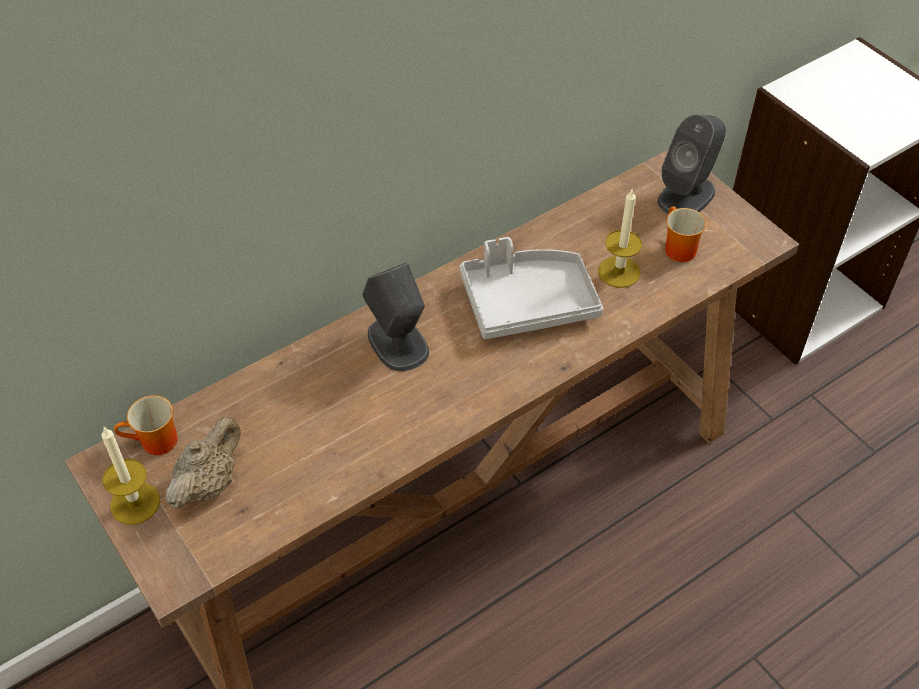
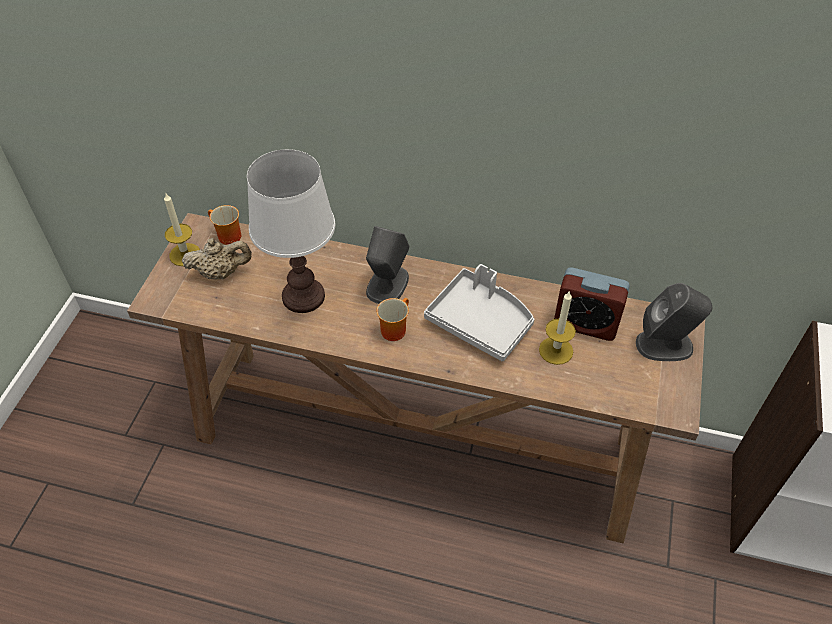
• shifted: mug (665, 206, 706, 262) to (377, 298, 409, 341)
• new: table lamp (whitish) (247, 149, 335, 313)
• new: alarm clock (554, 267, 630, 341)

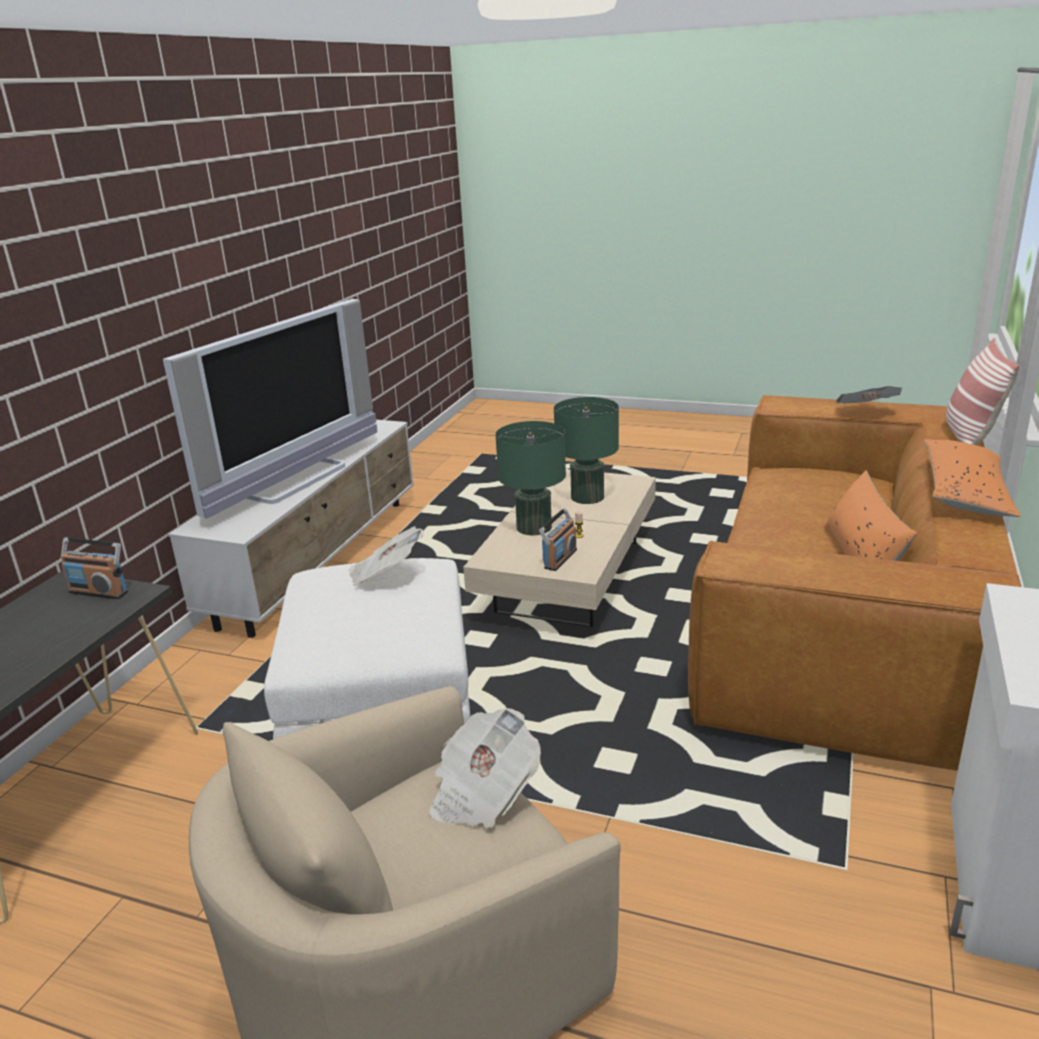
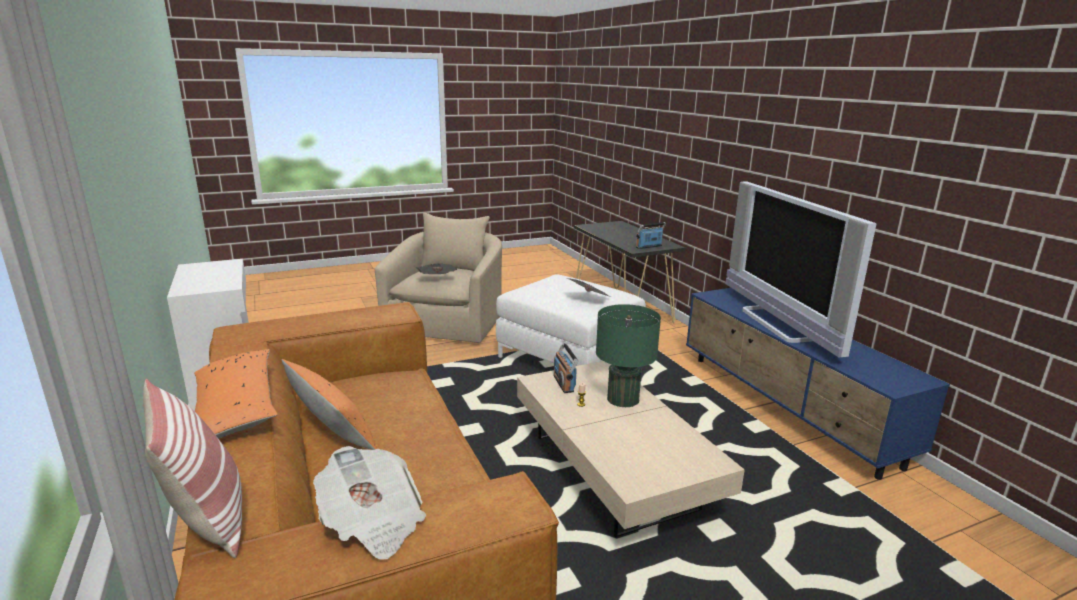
• repainted: tv unit (whitish) (169, 420, 414, 638) to tv unit (blue-coloured) (686, 288, 950, 480)
• gone: table lamp (green-coloured) (554, 397, 619, 504)

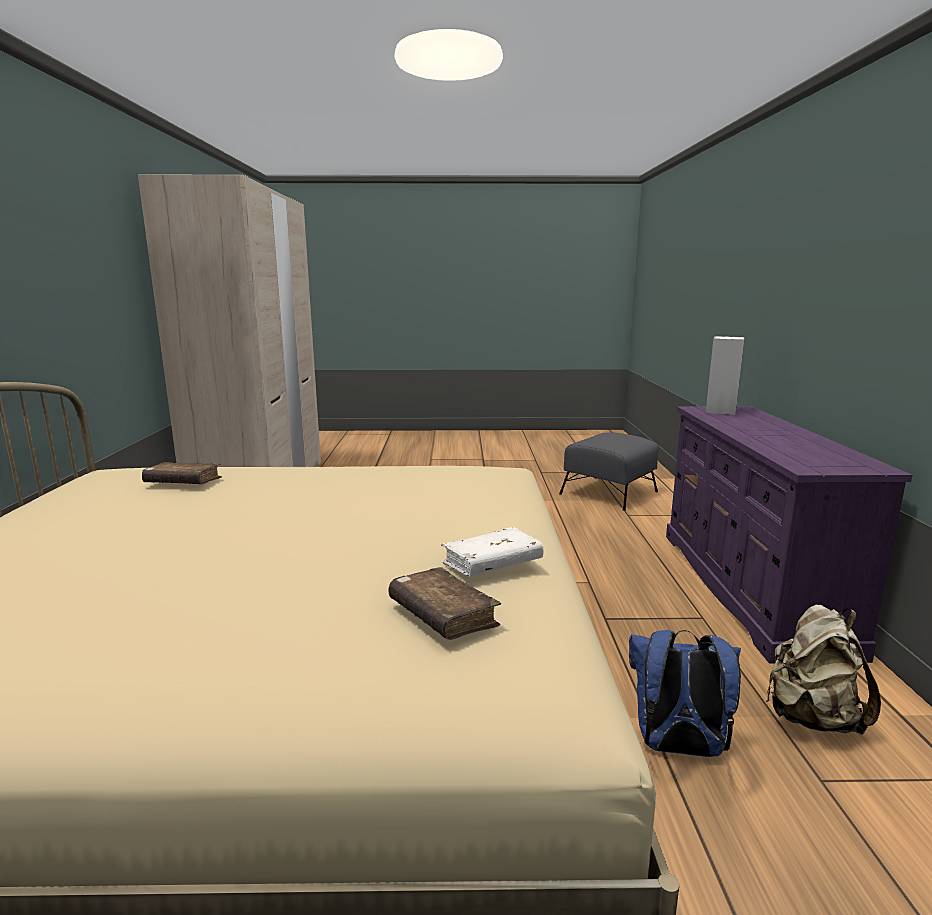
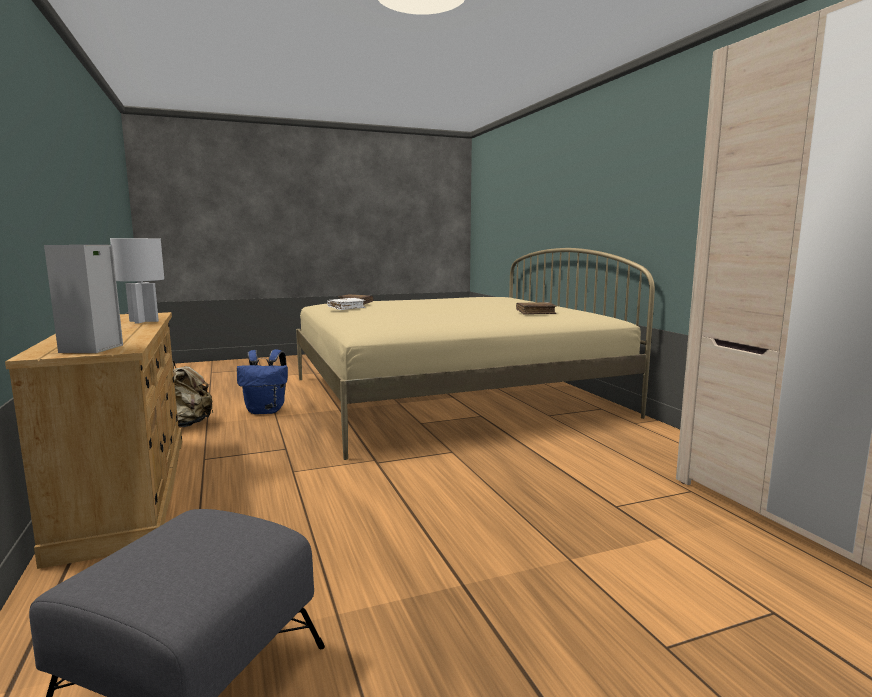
• repainted: dresser (purple) (666, 406, 912, 663) to dresser (sand-coloured) (5, 312, 182, 569)
• new: table lamp (whitish) (110, 238, 164, 323)

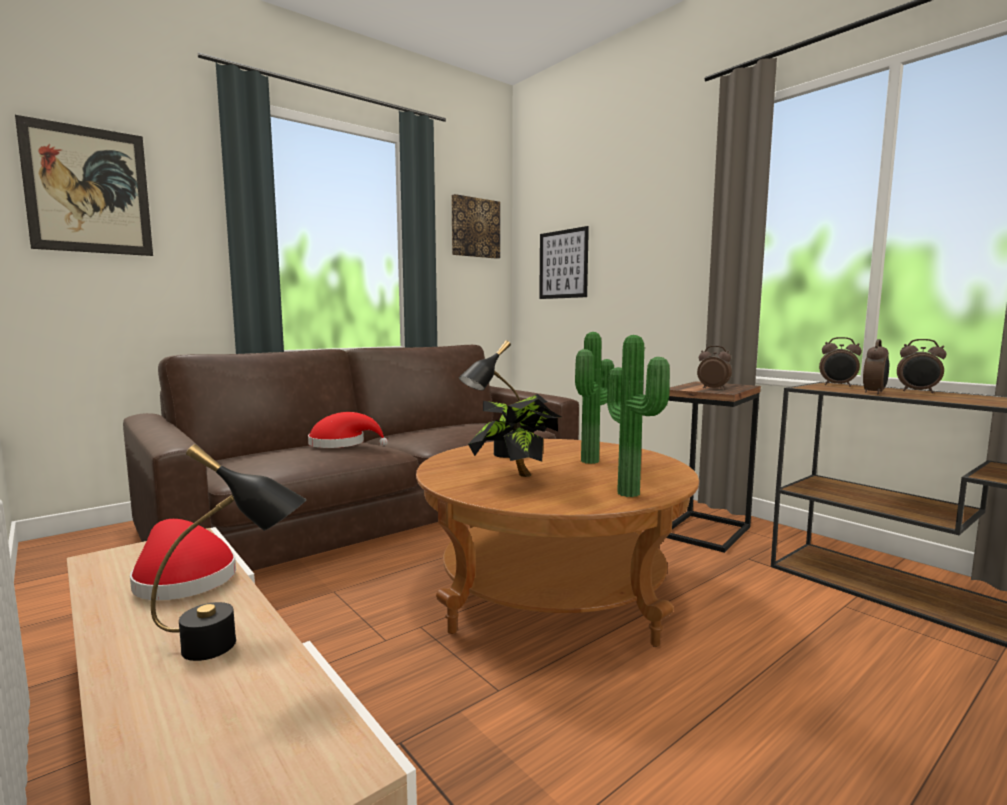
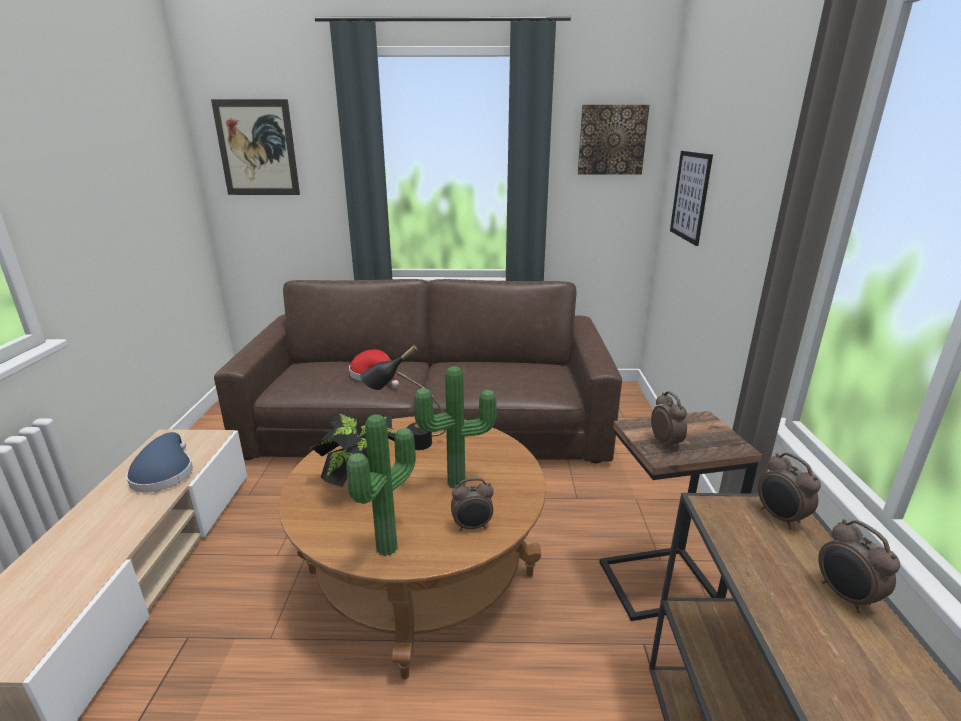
• repainted: clothing hat (red-coloured) (130, 519, 236, 600) to clothing hat (blue-coloured) (126, 432, 193, 492)
• gone: table lamp (blackish) (151, 444, 307, 661)
• shifted: alarm clock (863, 339, 889, 394) to (451, 478, 494, 531)

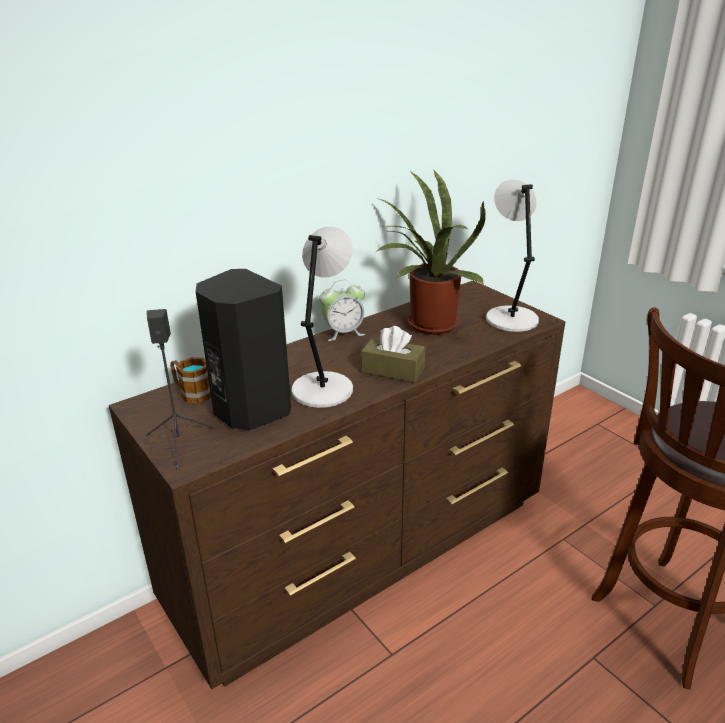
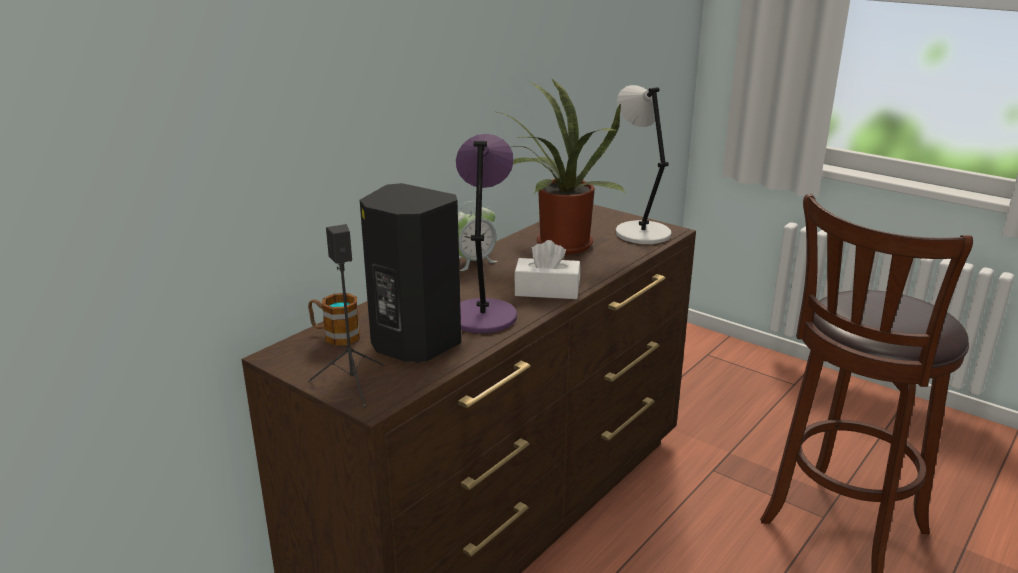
• repainted: table lamp (grey) (292, 227, 353, 408) to table lamp (purple) (456, 134, 517, 333)
• repainted: tissue holder (brownish) (361, 326, 426, 382) to tissue holder (whitish) (514, 240, 580, 299)

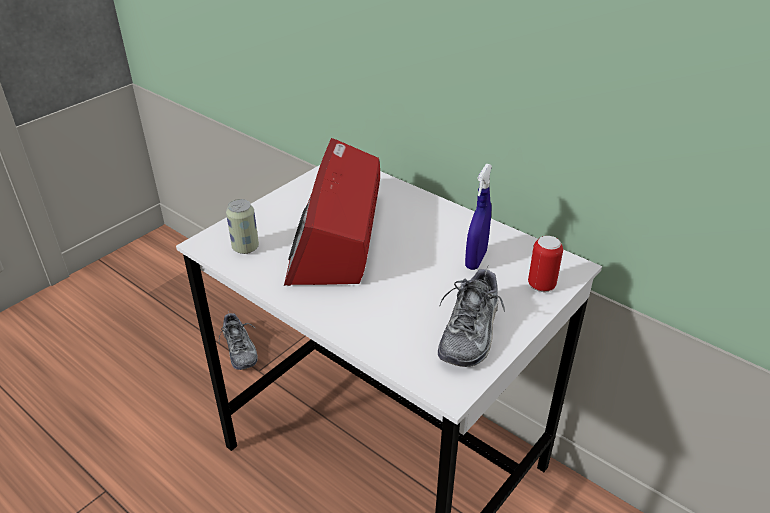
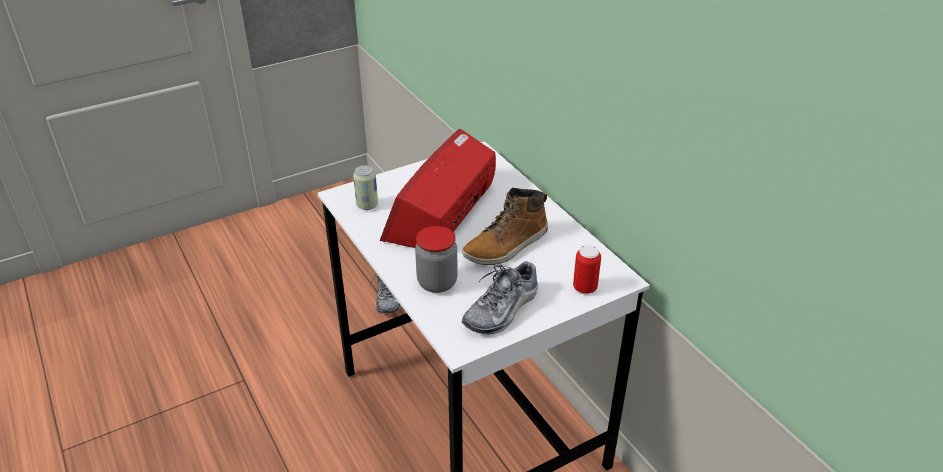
• gone: sprayer (blue-coloured) (465, 164, 492, 270)
• new: storage jar (415, 226, 458, 293)
• new: high-top boot (462, 188, 548, 265)

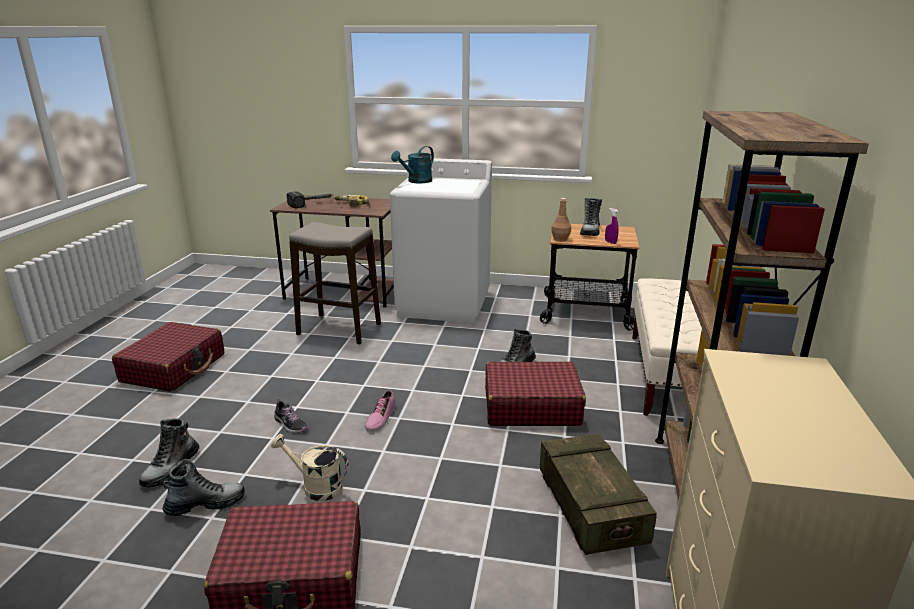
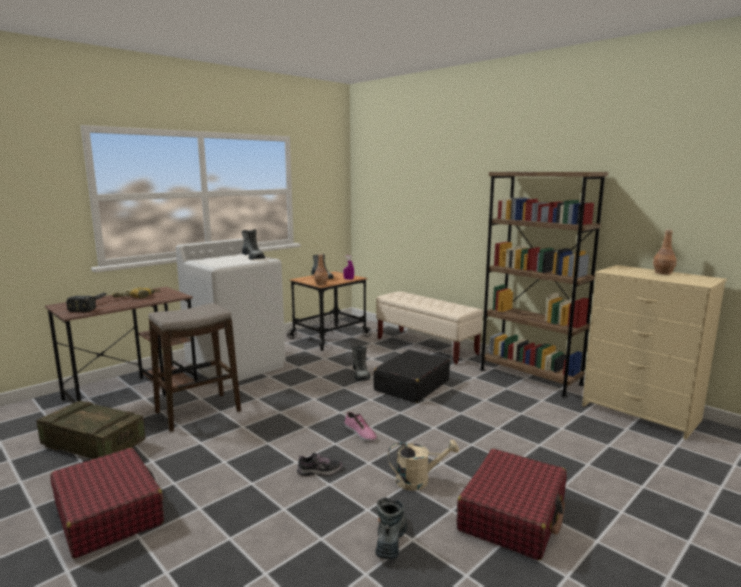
• shifted: high-top boot (139, 418, 199, 487) to (242, 229, 265, 260)
• rotated: watering can (sand-coloured) (271, 434, 349, 501) = (388, 439, 459, 491) 150 degrees counterclockwise
• gone: watering can (turquoise-coloured) (391, 146, 434, 183)
• repainted: travel case (red-coloured) (485, 362, 586, 426) to travel case (blackish) (374, 350, 450, 403)
• shifted: shipping crate (540, 434, 657, 555) to (37, 401, 145, 459)
• new: bottle (brownish) (653, 229, 677, 275)

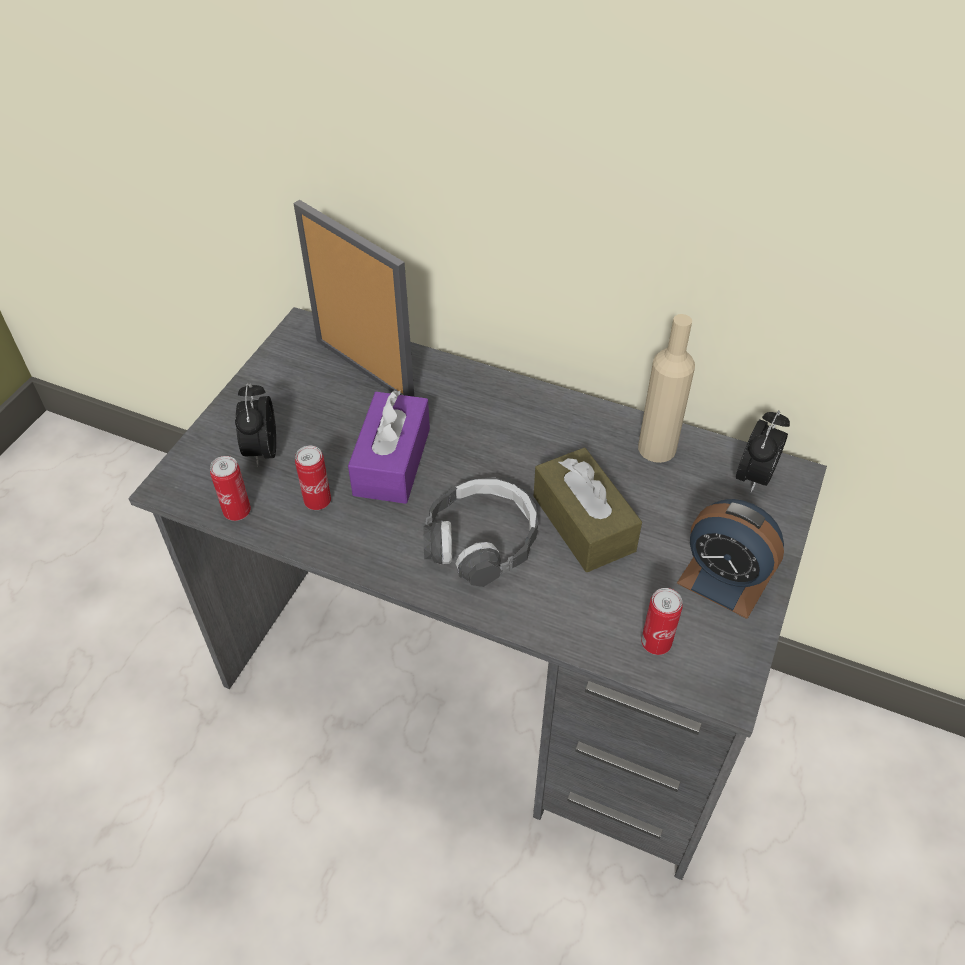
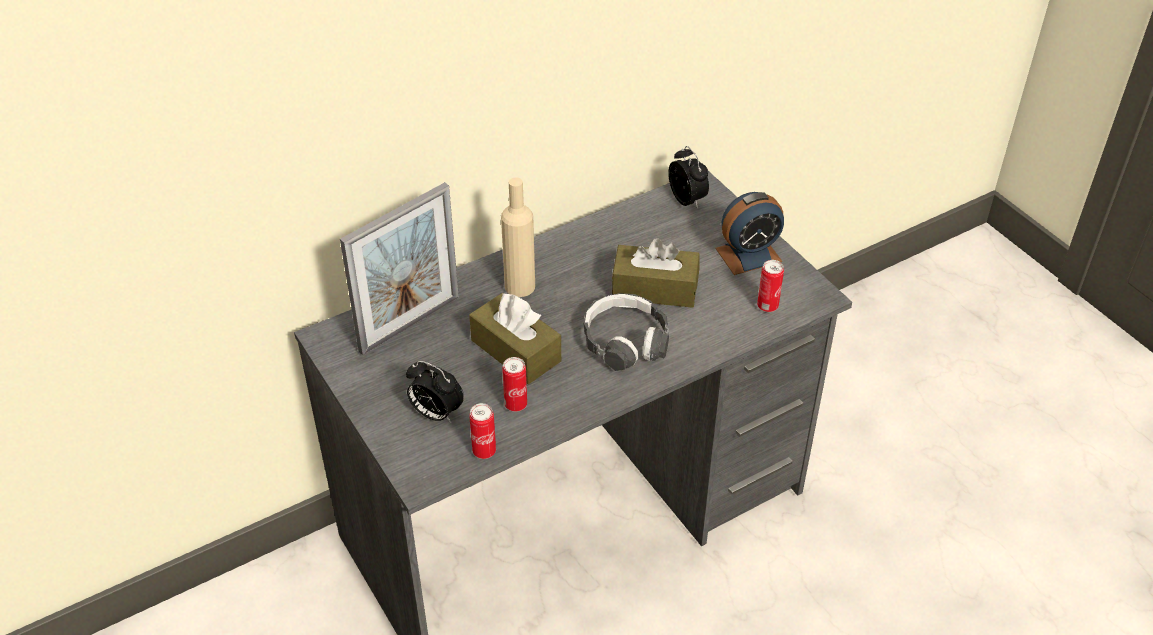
• rotated: picture frame (294, 200, 414, 397) = (340, 182, 459, 355) 150 degrees clockwise
• repainted: tissue holder (purple) (348, 390, 430, 504) to tissue holder (brownish) (469, 293, 561, 384)
• shifted: bottle (sand-coloured) (638, 314, 695, 463) to (501, 177, 535, 297)

